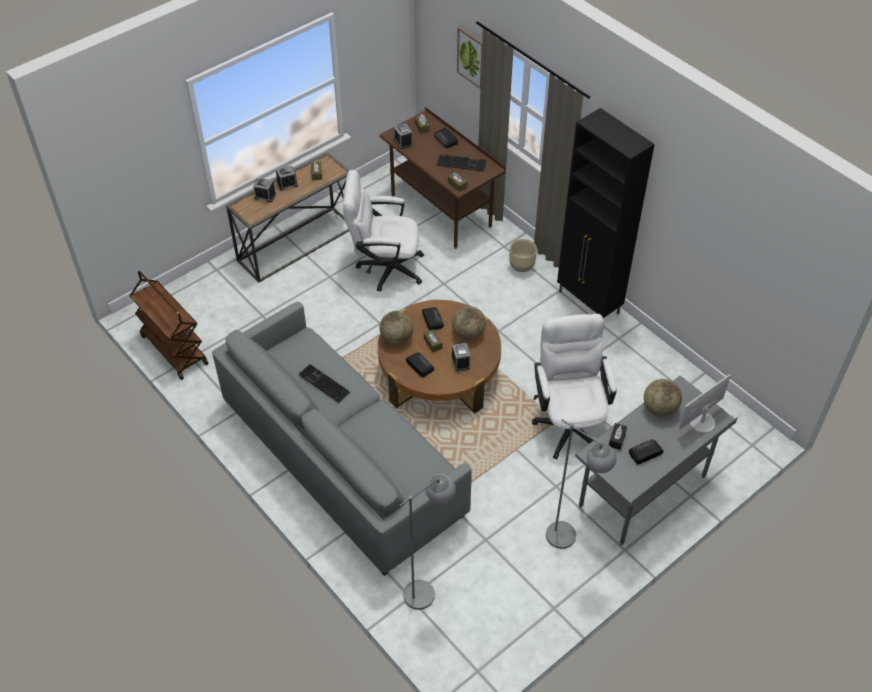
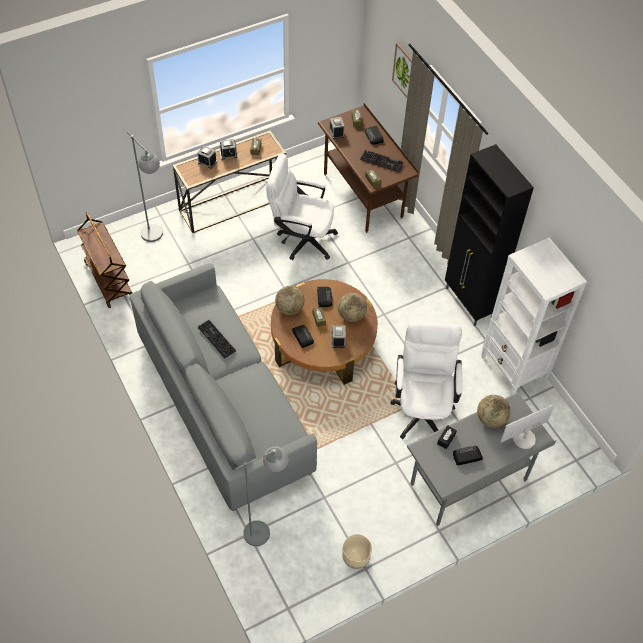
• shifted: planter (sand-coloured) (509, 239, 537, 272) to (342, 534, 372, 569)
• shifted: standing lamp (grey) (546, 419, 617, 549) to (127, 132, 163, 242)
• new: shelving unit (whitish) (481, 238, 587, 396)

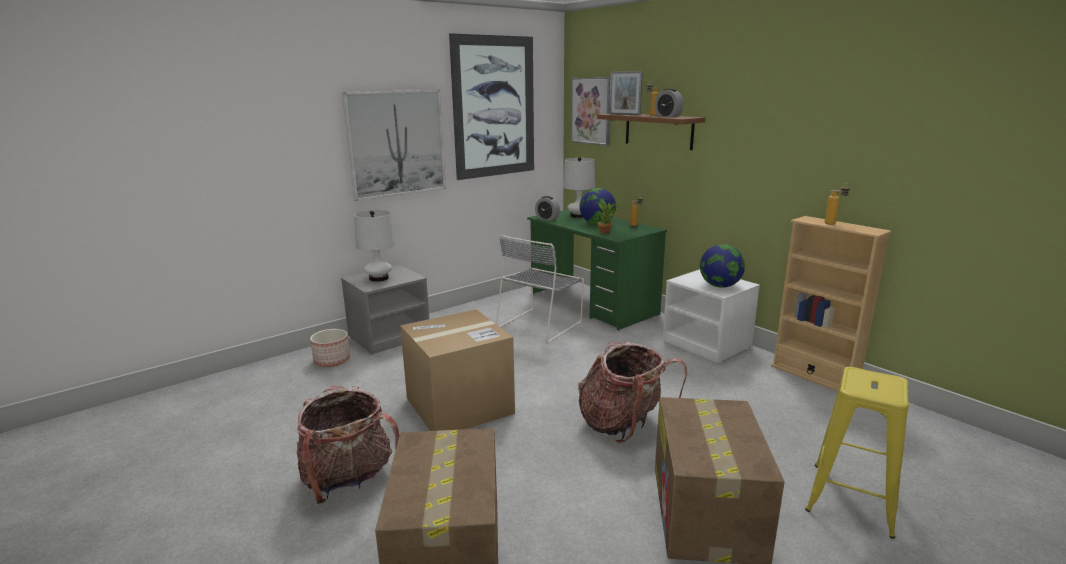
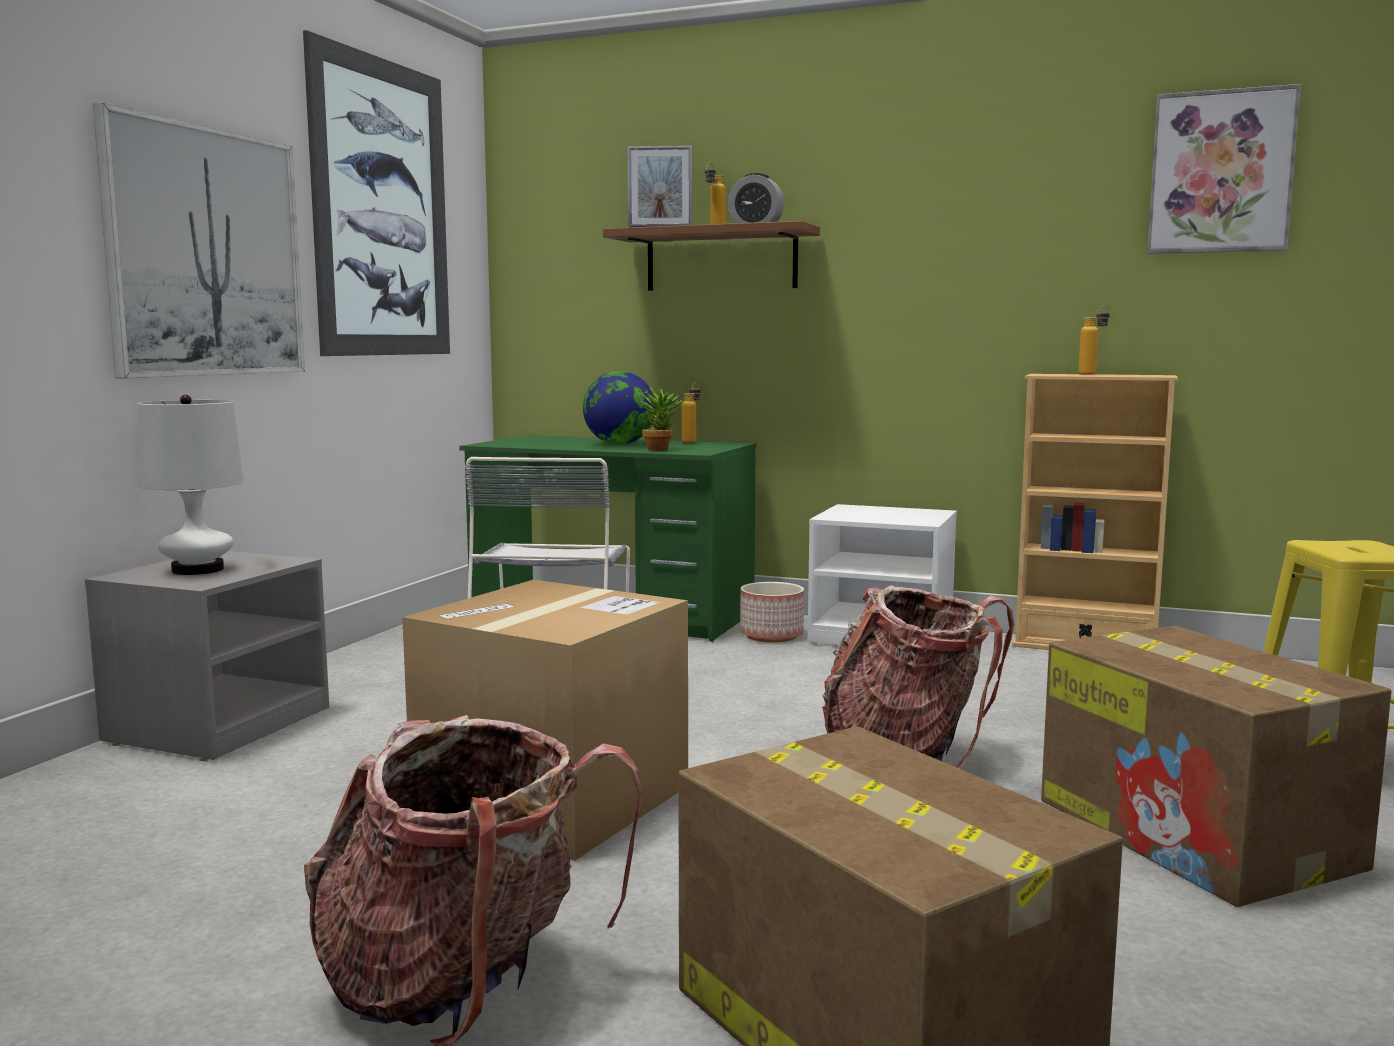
• shifted: planter (310, 329, 350, 367) to (740, 582, 804, 642)
• gone: alarm clock (535, 196, 560, 221)
• gone: table lamp (whitish) (563, 157, 595, 218)
• shifted: picture (571, 77, 611, 146) to (1147, 84, 1301, 254)
• gone: globe (700, 244, 745, 288)

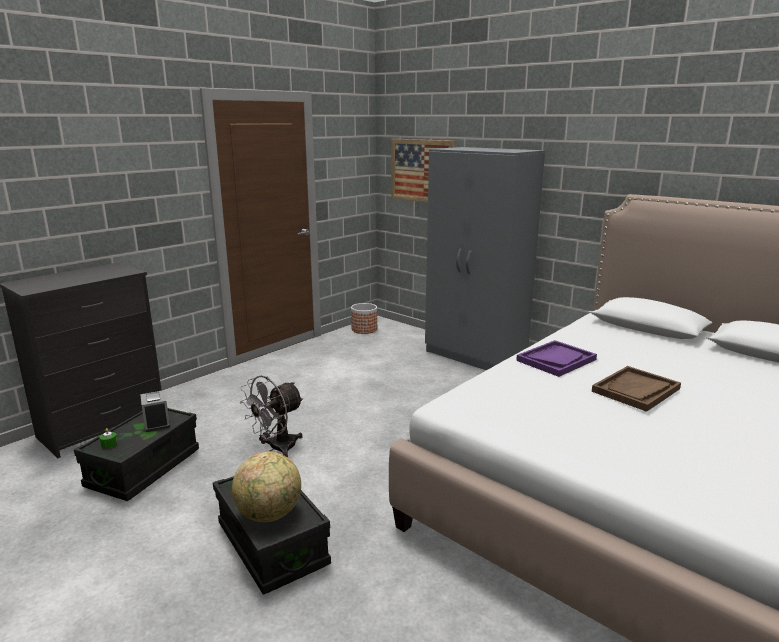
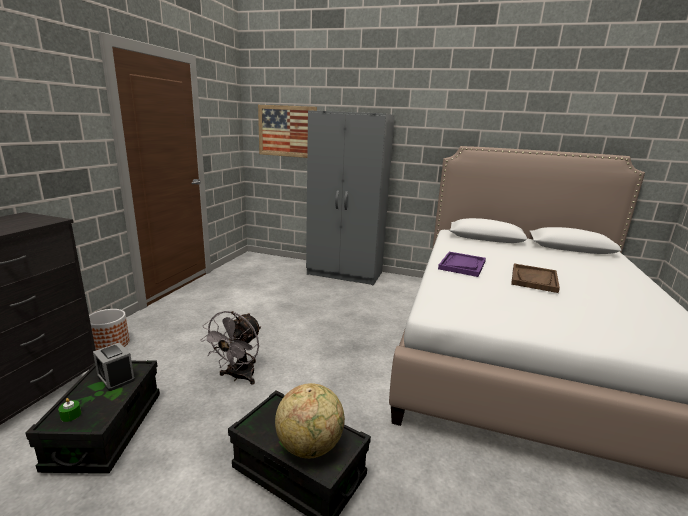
• shifted: planter (351, 303, 377, 334) to (89, 309, 129, 350)

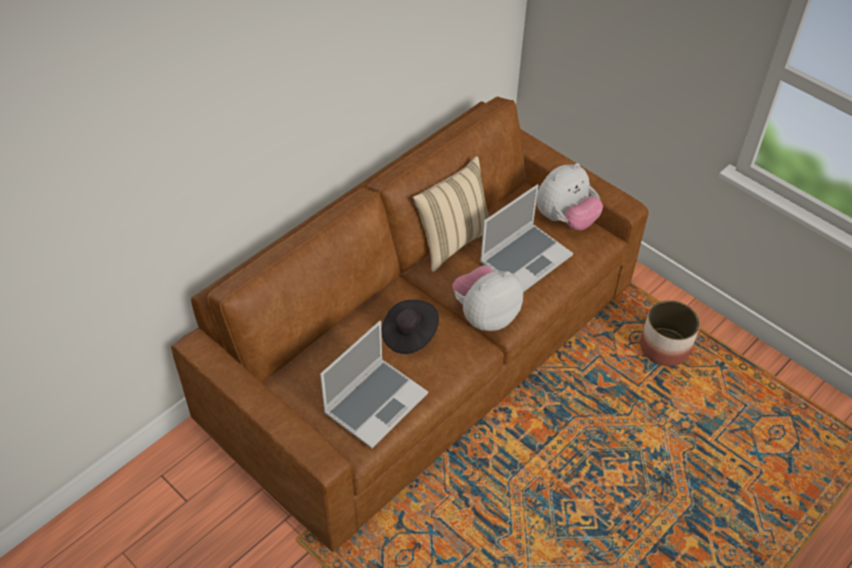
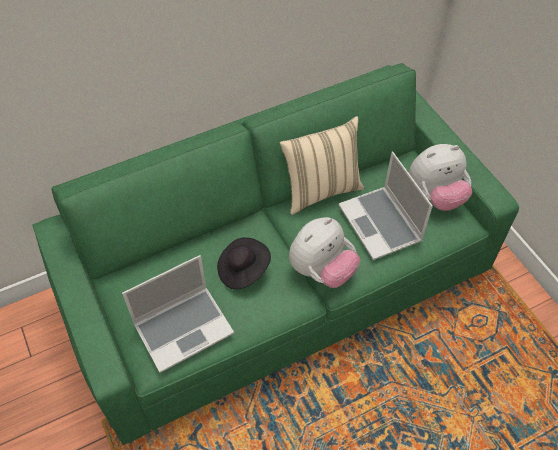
• repainted: settee (brownish) (171, 96, 649, 552) to settee (green-coloured) (32, 63, 519, 445)
• rotated: cuddly toy (452, 265, 523, 331) = (289, 217, 360, 288) 150 degrees clockwise
• rotated: portable computer (480, 184, 573, 292) = (338, 151, 433, 260) 90 degrees clockwise
• gone: planter (640, 300, 700, 366)

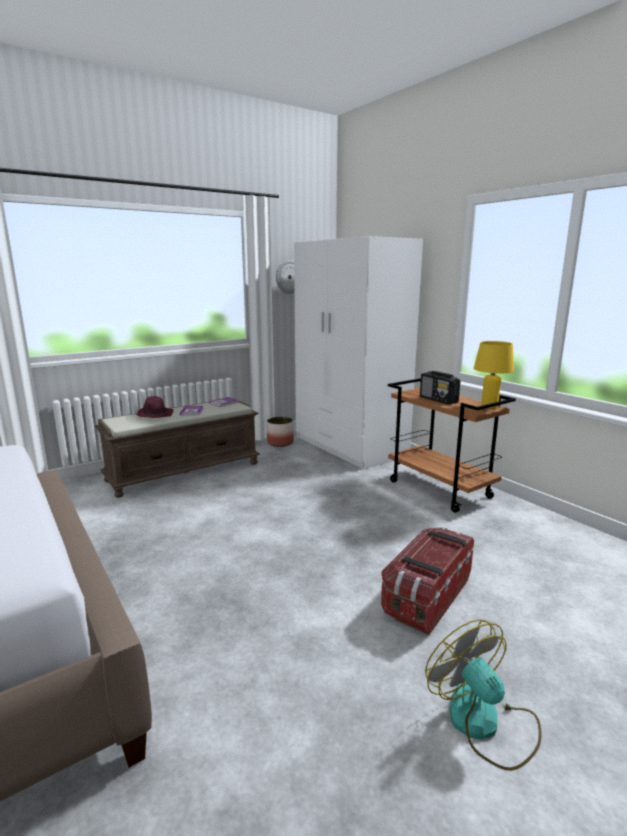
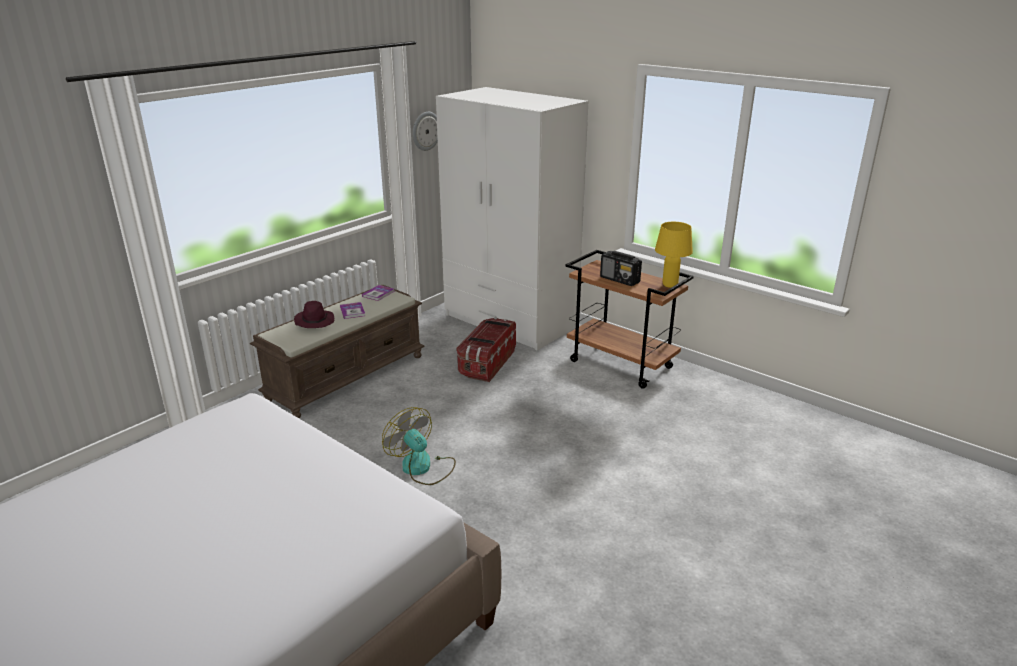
• gone: planter (267, 417, 294, 447)
• shifted: storage box (381, 527, 474, 635) to (457, 317, 516, 382)
• shifted: electric fan (425, 619, 542, 771) to (382, 407, 456, 485)

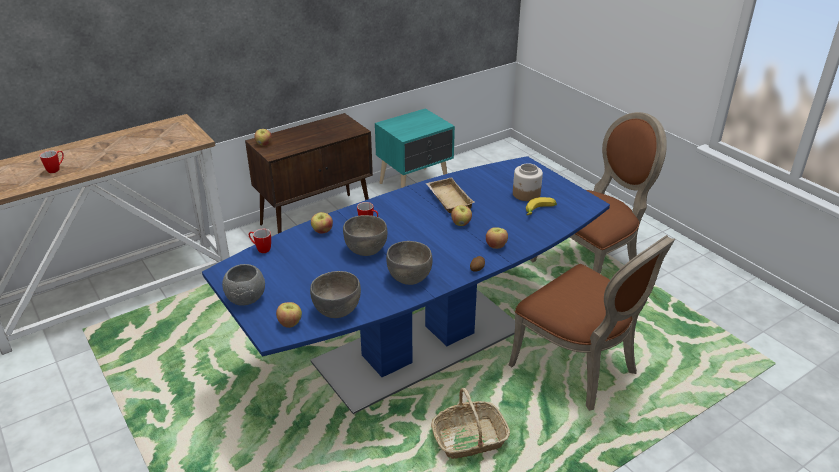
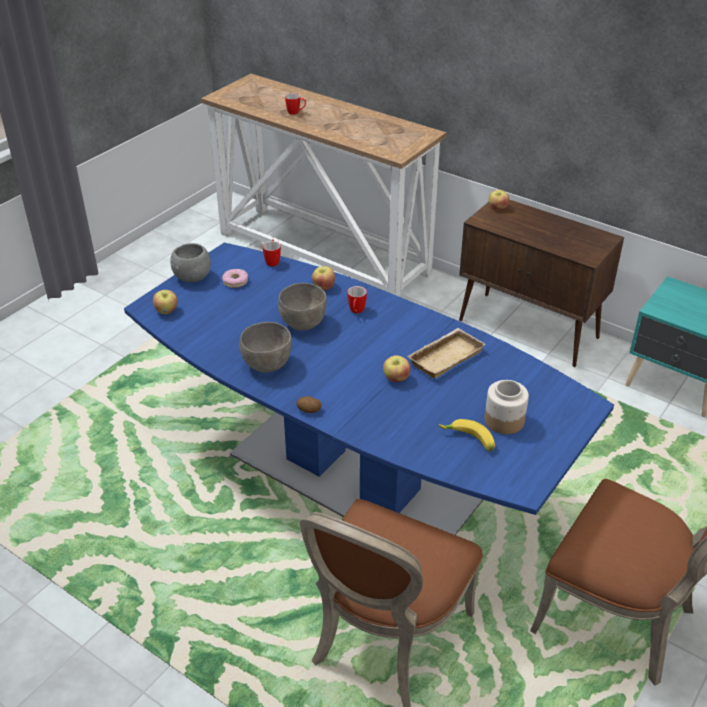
• gone: deep dish (grey) (310, 271, 361, 318)
• gone: storage basket (431, 388, 510, 459)
• gone: apple (486, 227, 508, 249)
• new: ring doughnut (222, 269, 248, 288)

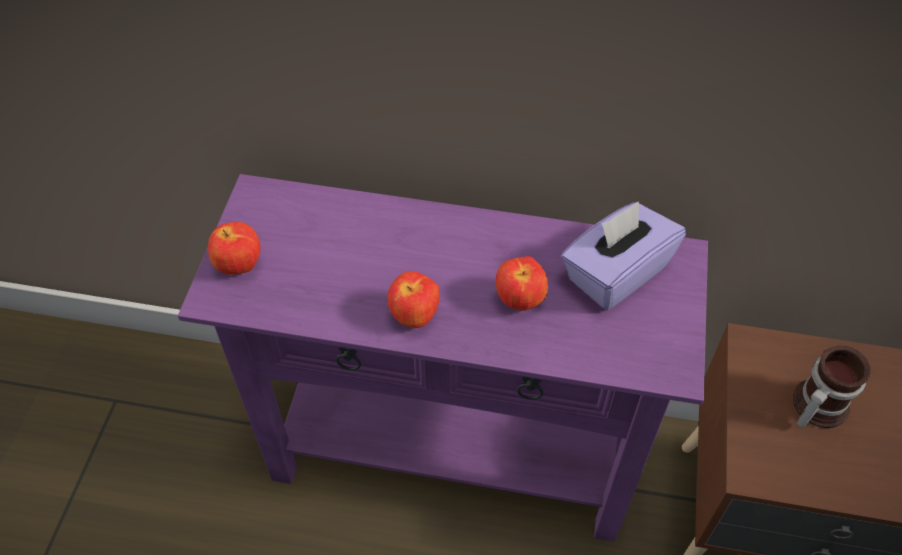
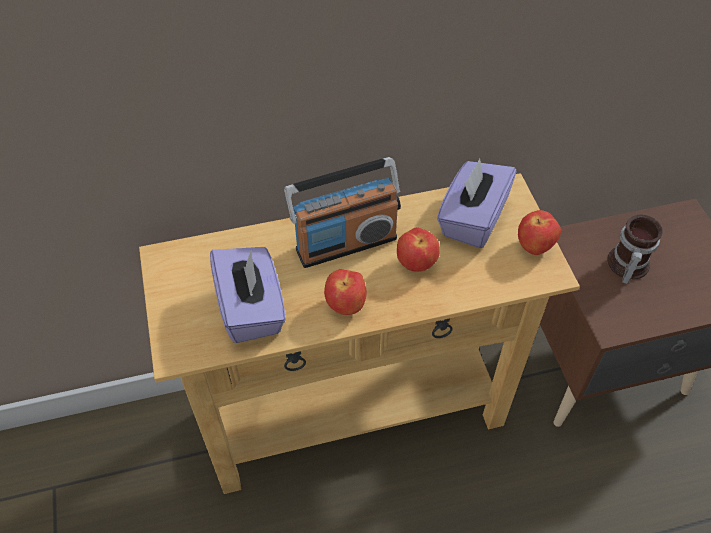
• repainted: hall table (purple) (178, 174, 708, 542) to hall table (sand-coloured) (139, 173, 580, 494)
• shifted: apple (208, 222, 261, 275) to (518, 210, 561, 255)
• new: tissue holder (purple) (210, 247, 286, 343)
• new: radio receiver (284, 157, 401, 268)

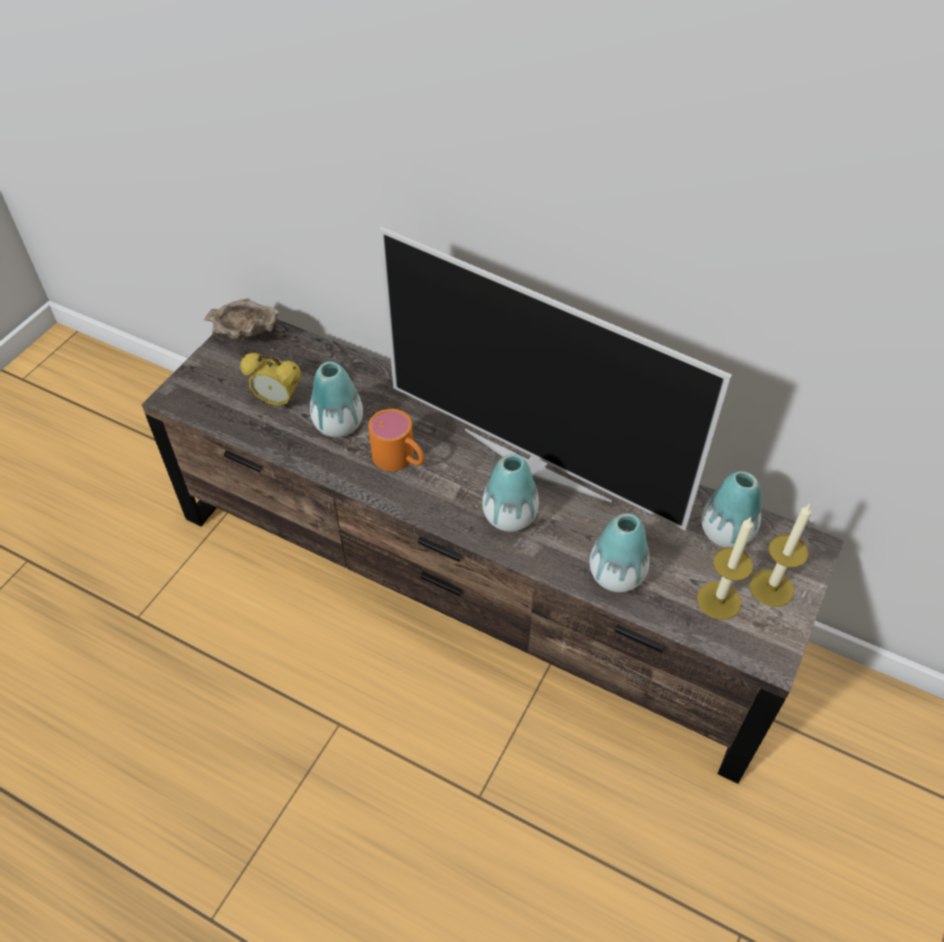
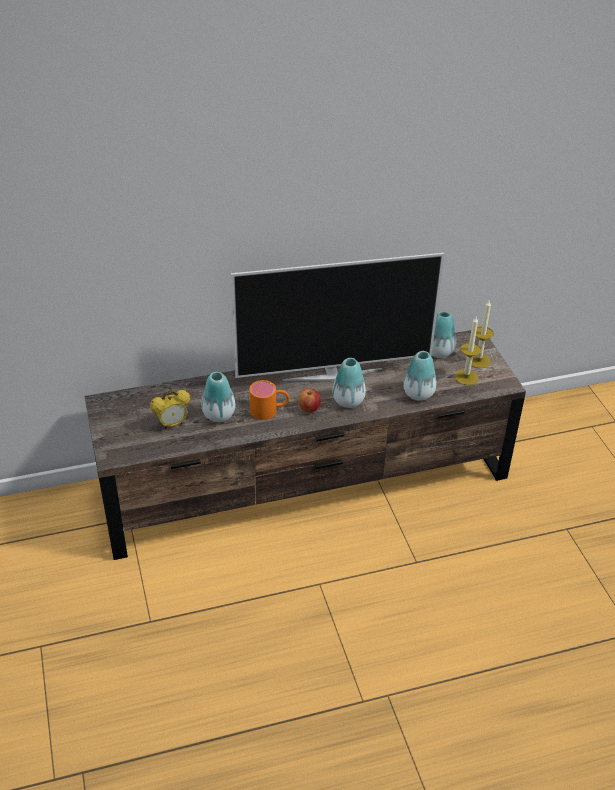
• gone: deep dish (sand-coloured) (204, 298, 279, 340)
• new: apple (298, 388, 321, 413)

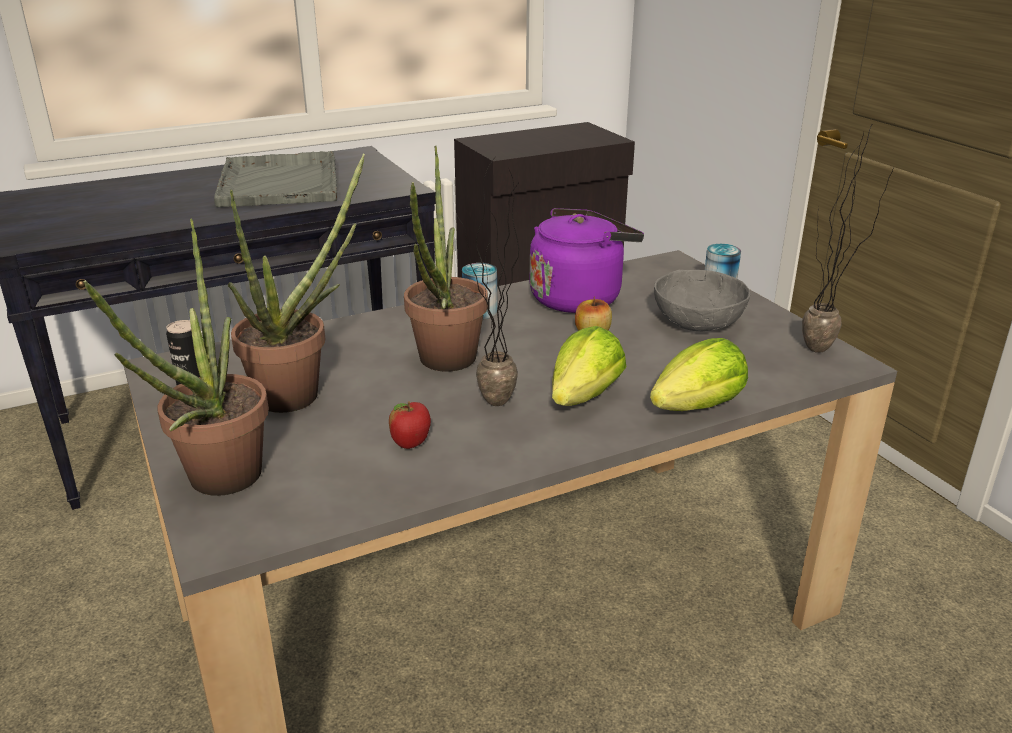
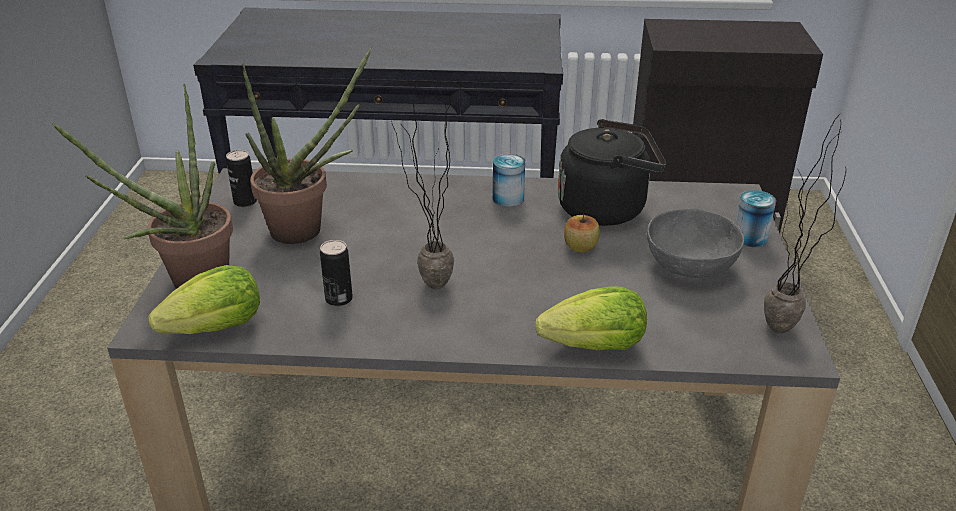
• gone: tray (grey) (214, 151, 337, 207)
• swapped: apple (389, 401, 431, 449) to sealed can (320, 240, 353, 306)
• gone: plant in a pot (404, 146, 488, 372)
• repainted: tea kettle (purple) (530, 208, 644, 313) to tea kettle (blackish) (558, 119, 666, 226)
• shifted: lettuce (552, 326, 626, 406) to (149, 265, 260, 334)

